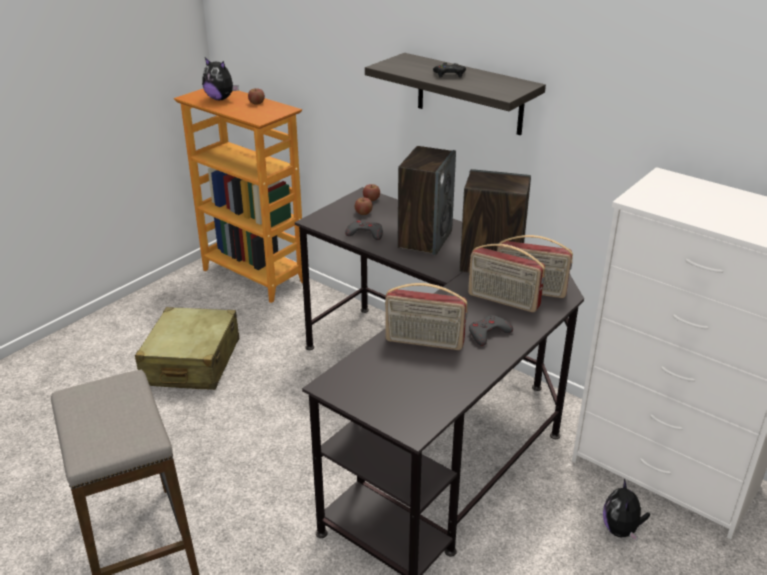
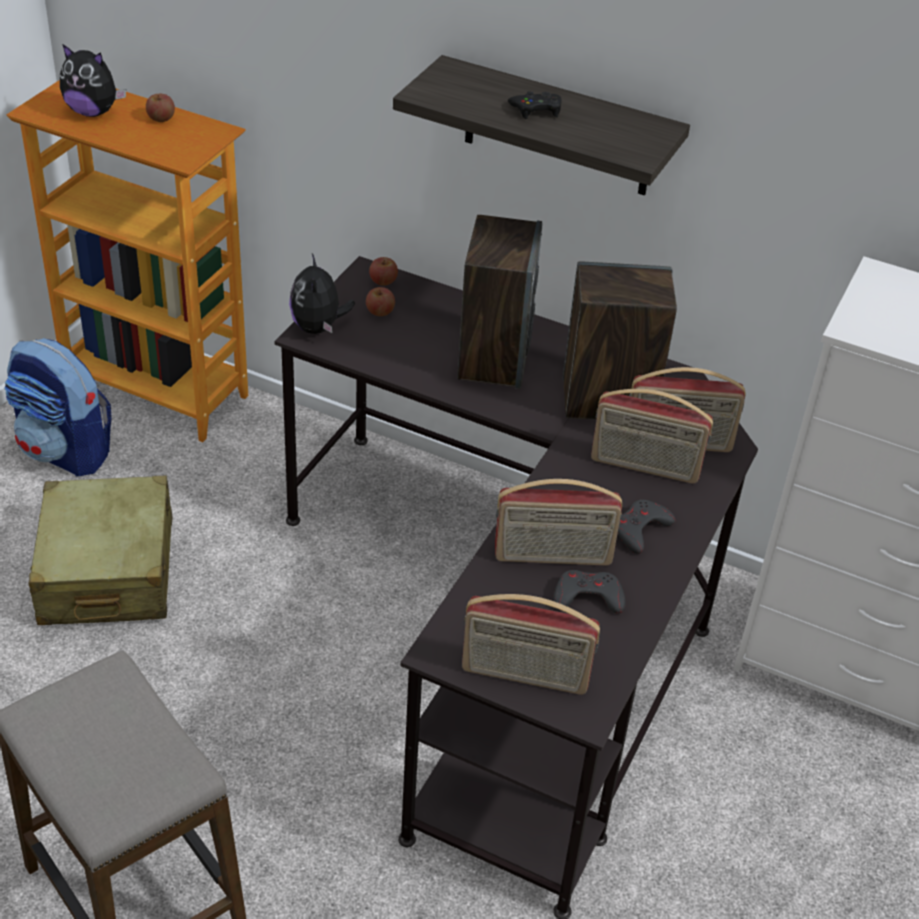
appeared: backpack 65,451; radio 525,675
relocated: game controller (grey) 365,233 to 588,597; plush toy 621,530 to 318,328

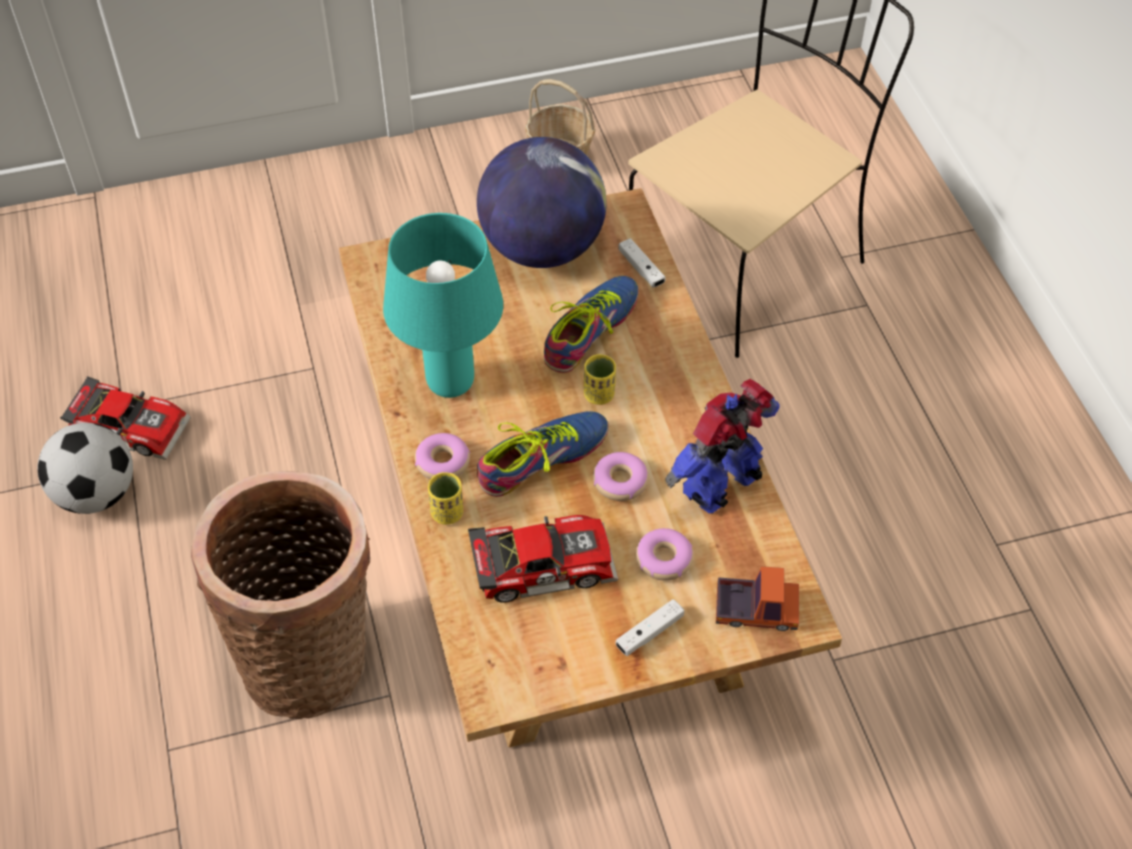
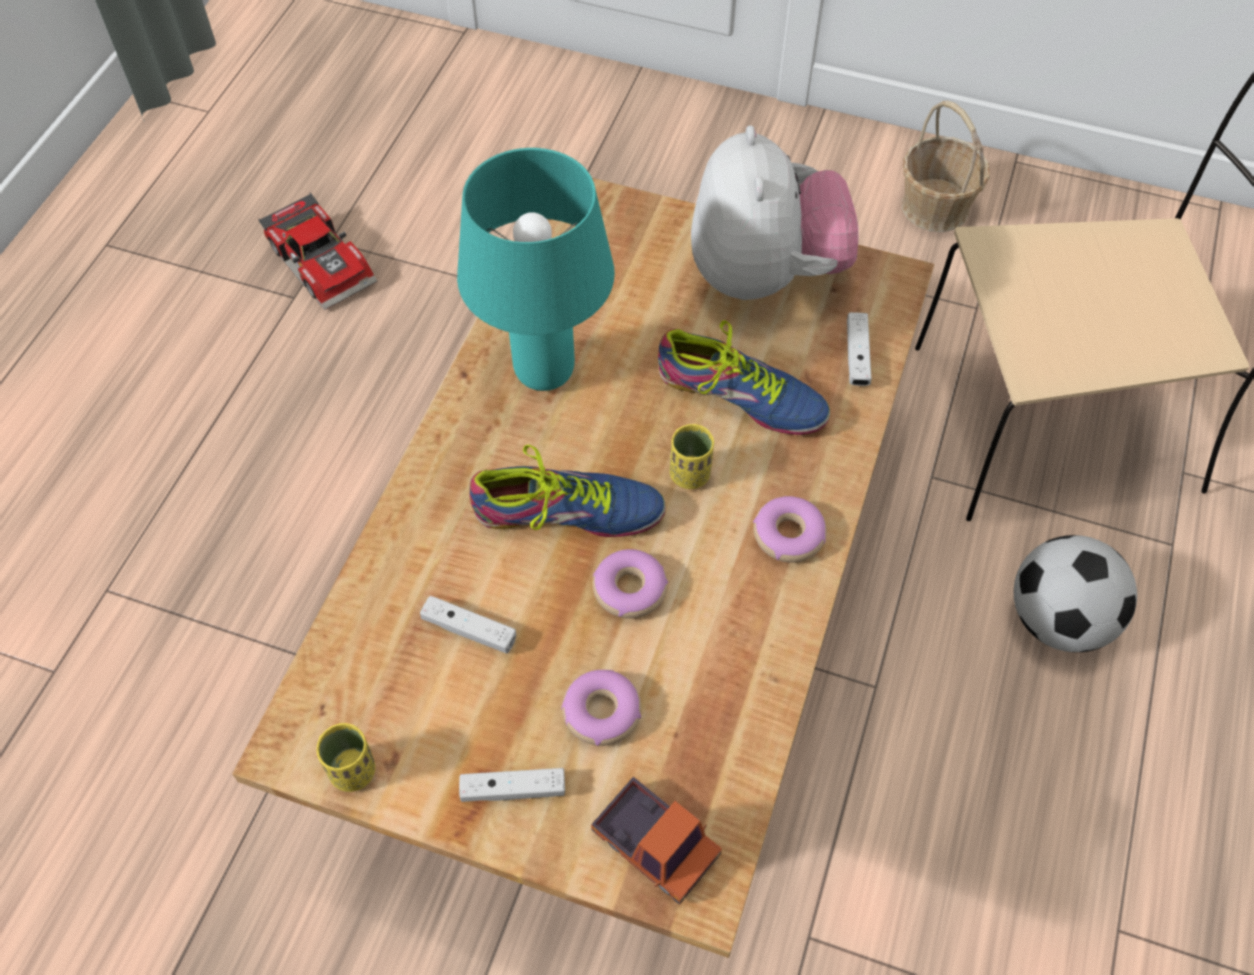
missing: basket 310,658; toy robot 723,485
relocated: football 96,494 to 1058,619; donut 442,462 to 788,535; cup (yellow) 447,513 to 353,771
exchanged: toy car 542,562 to game controller (white) 469,630; globe 542,248 to plush toy 764,275
spun: shoe 590,330 = 741,395 45 degrees clockwise

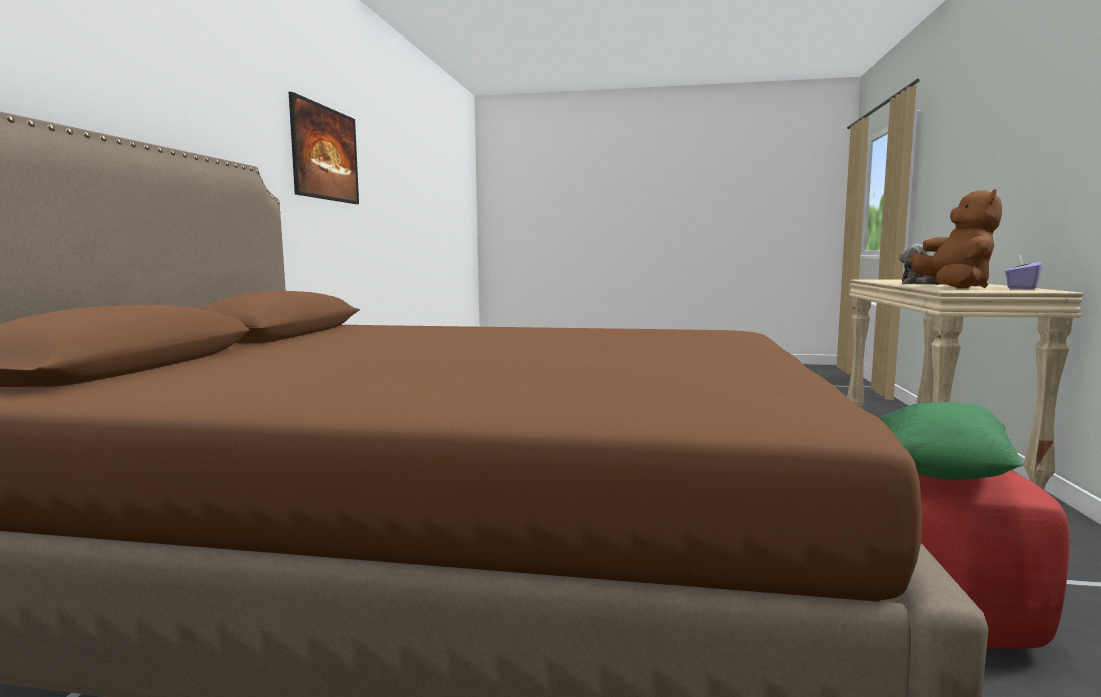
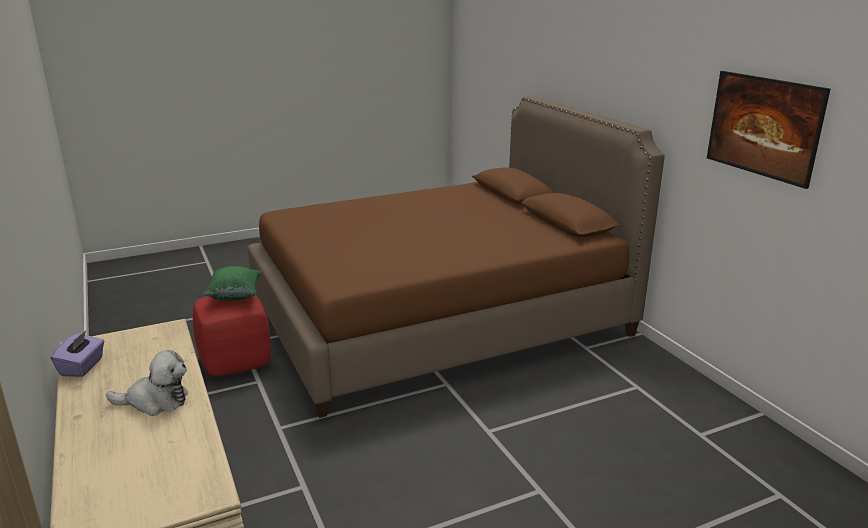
missing: plush toy (brown) 954,287

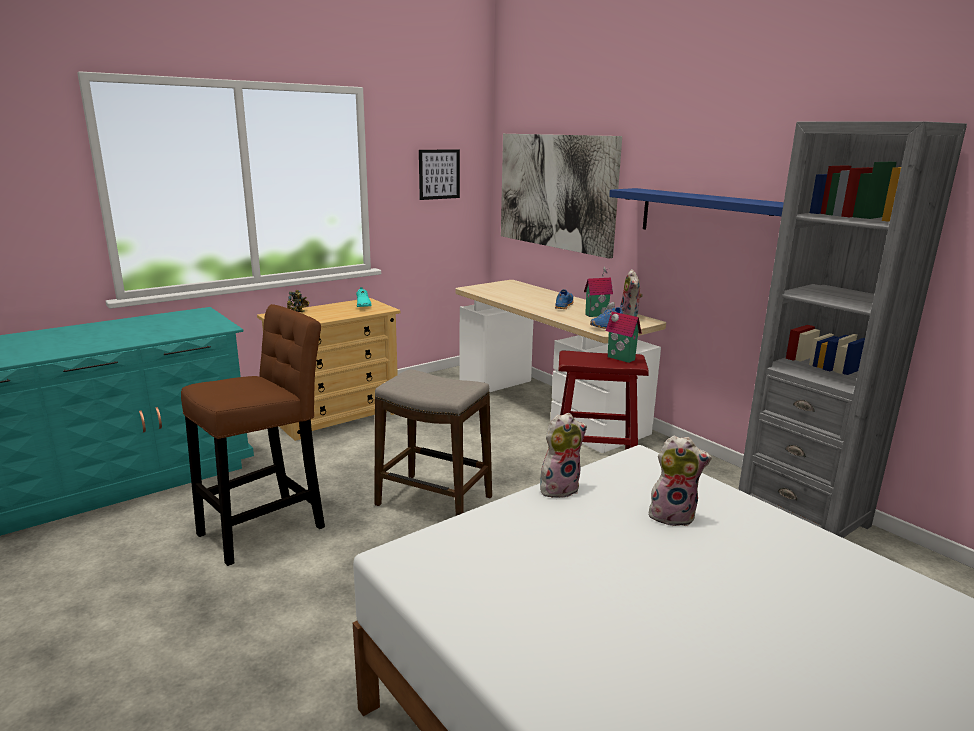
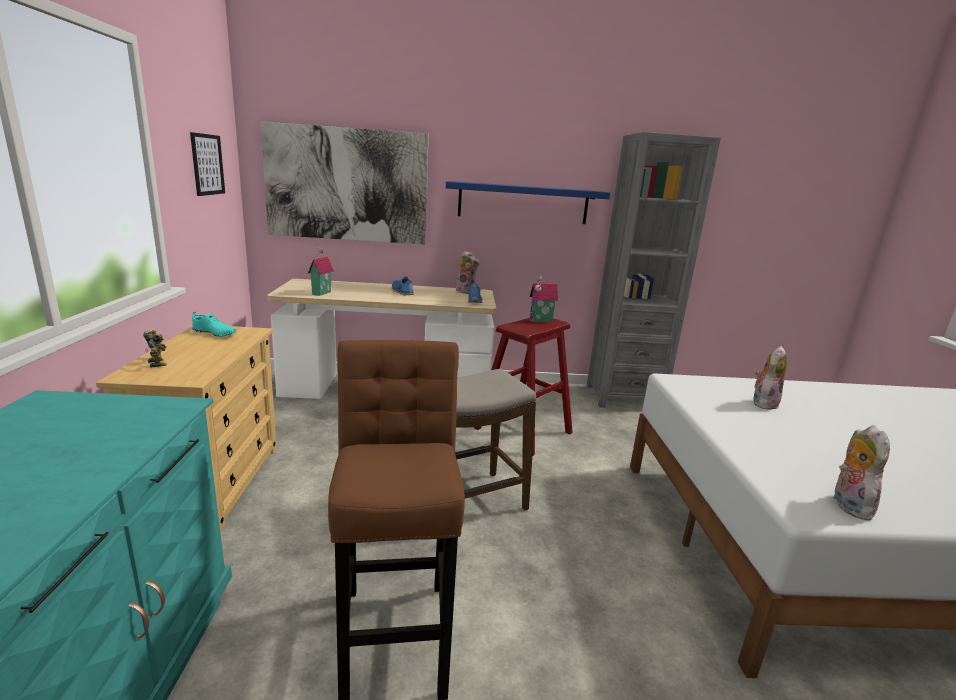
relocated: plush toy 559,488 to 847,505; toy house 596,314 to 320,293

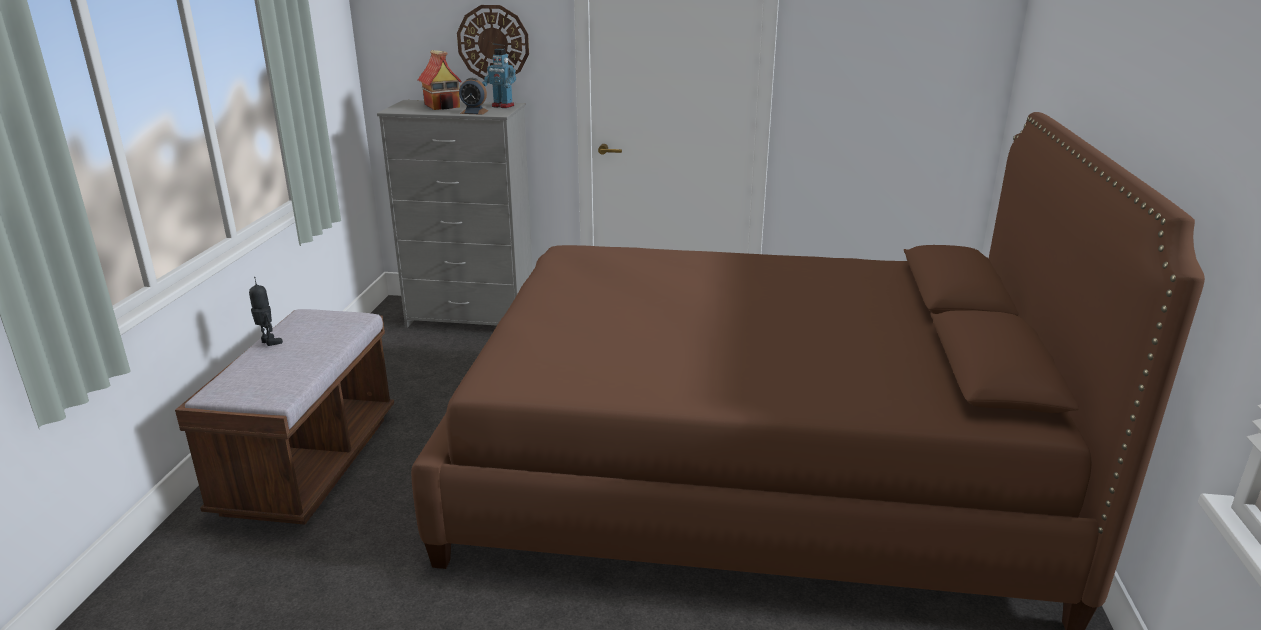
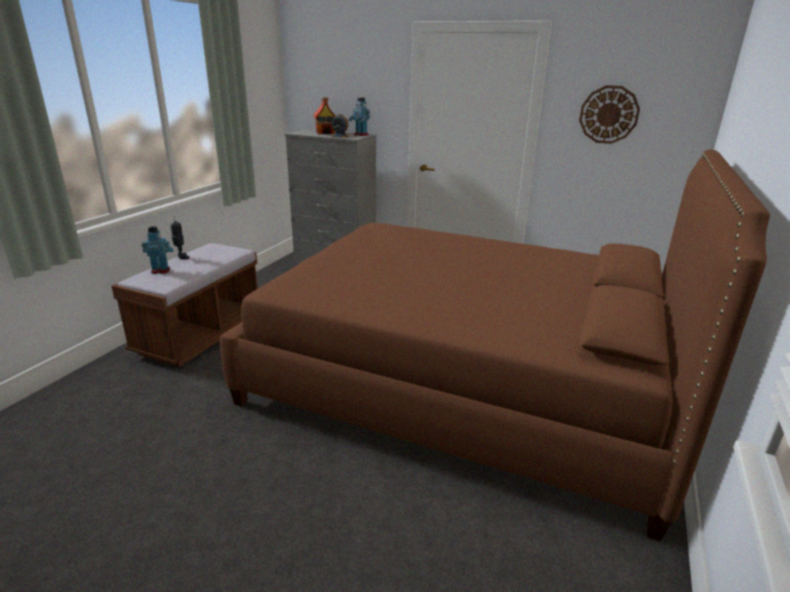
appeared: toy robot 161,270
relocated: wall clock 493,43 to 608,114

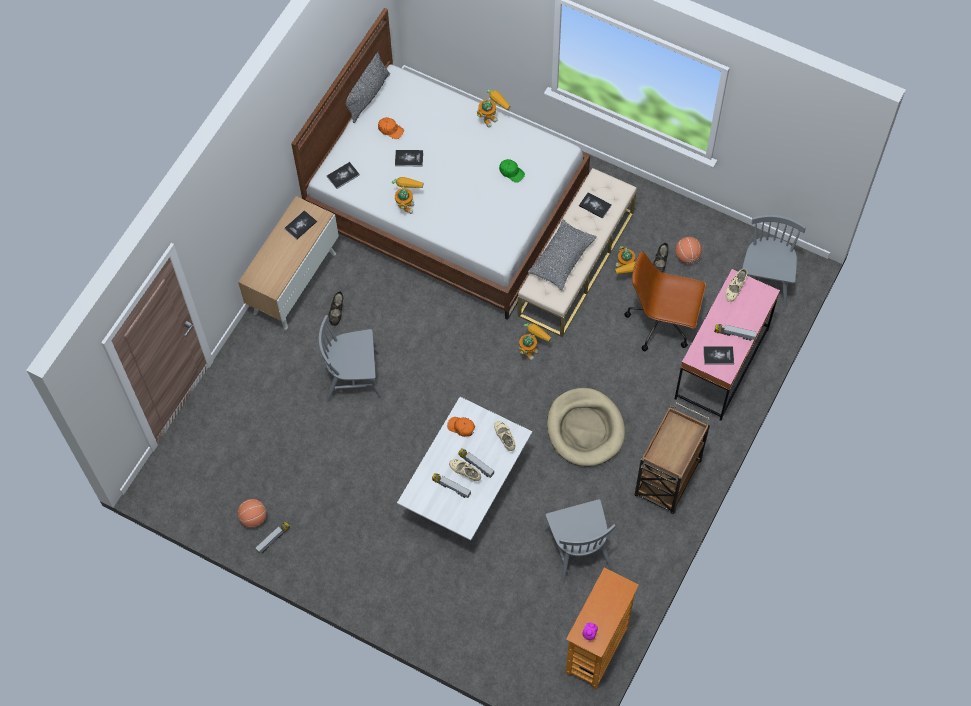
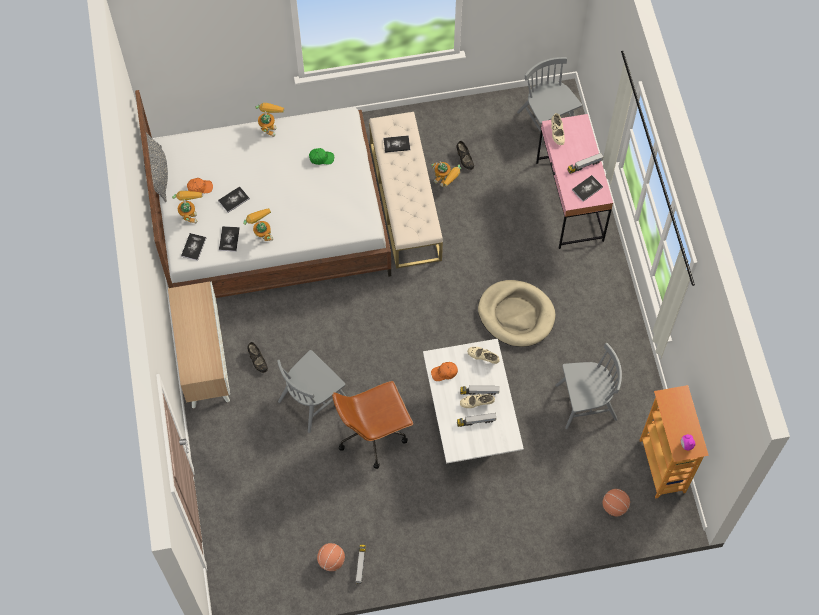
missing: pillow (grey) 562,259; cart (brown) 667,479
relocated: book 300,225 to 229,239; toy robot 532,348 to 189,214; office chair (brown) 662,323 to 373,434; basketball 687,256 to 614,506
spun: chair (grey) 578,548 = 585,403 45 degrees counterclockwise

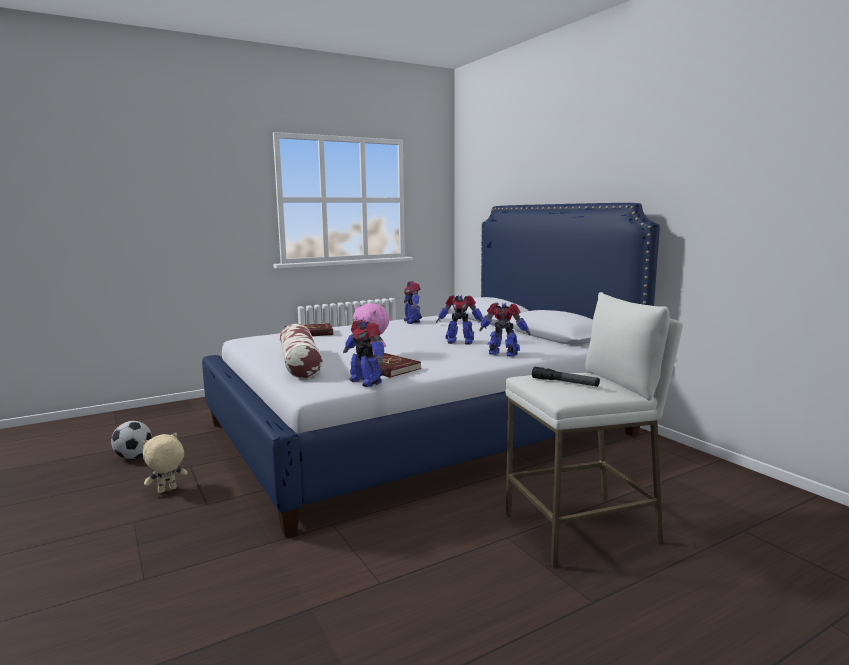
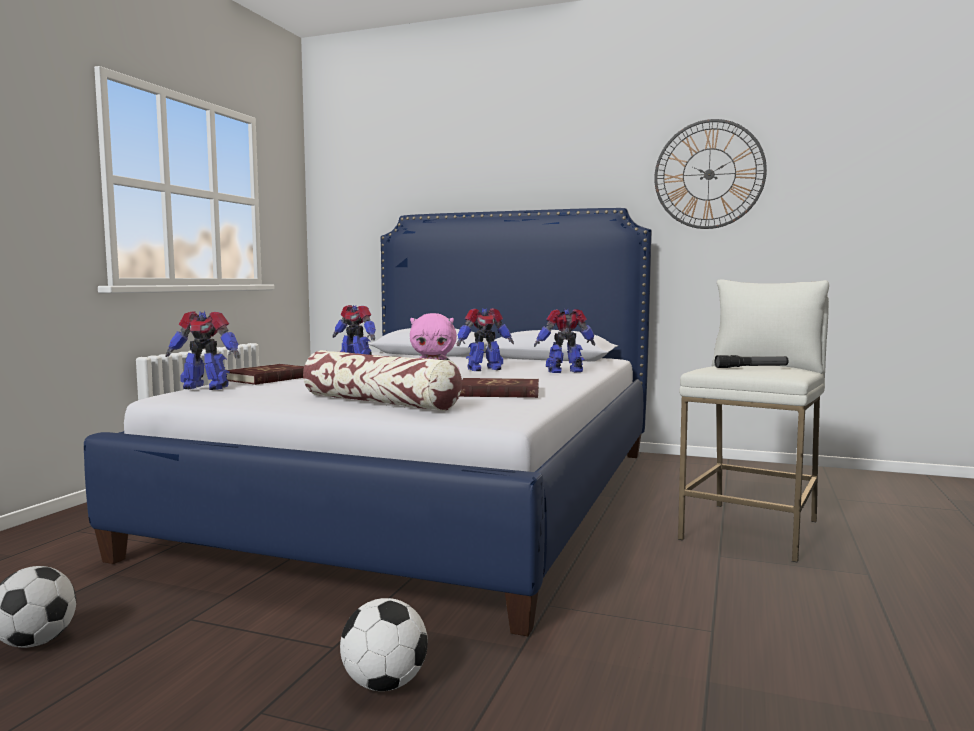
missing: plush toy (beige) 167,490
appeared: football 384,684; wall clock 709,174
relocated: toy robot 366,381 to 205,387

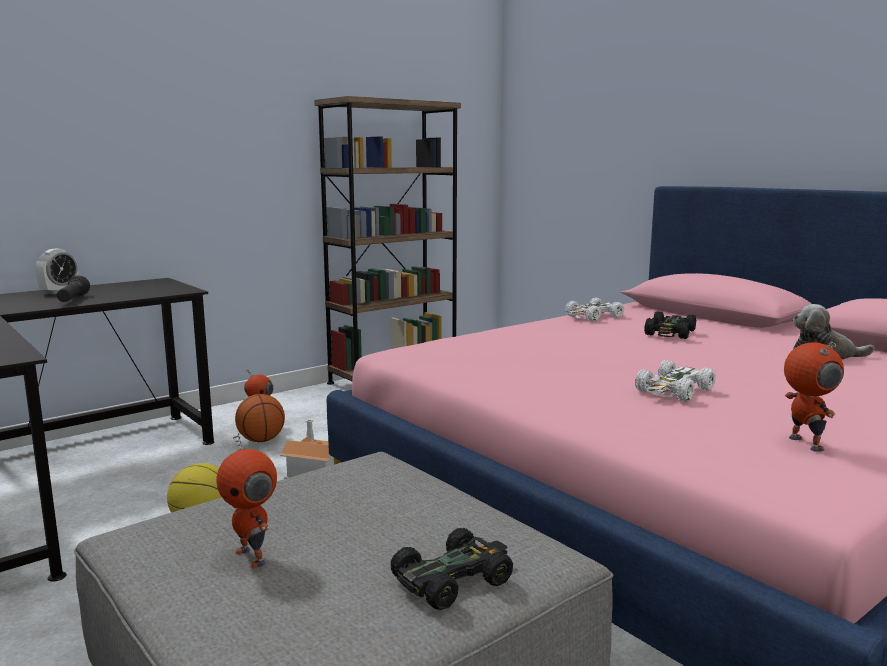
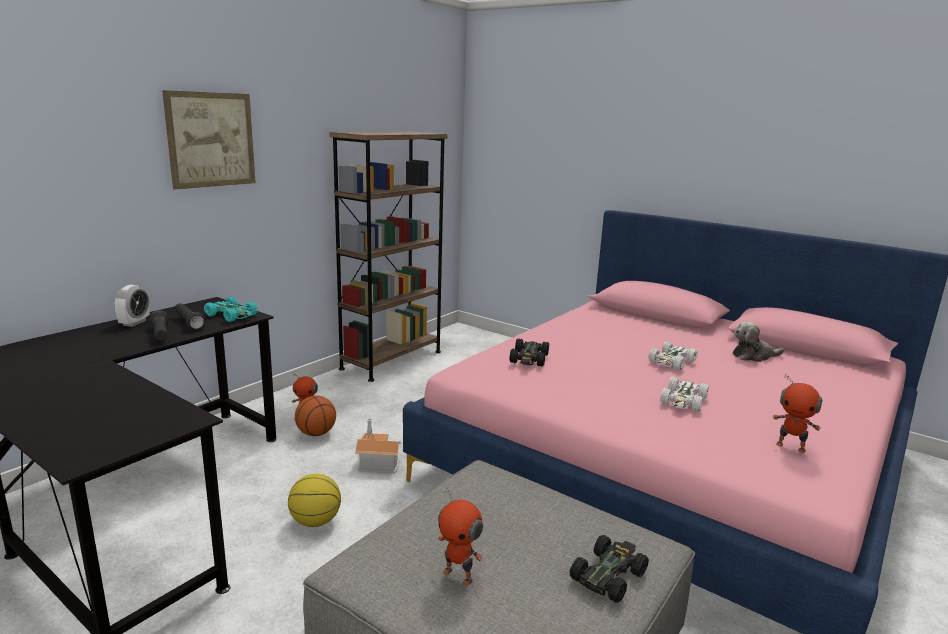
appeared: picture 211,140; flashlight (black) 189,323; toy car (turquoise) 232,315
relocated: toy car (white) 593,317 to 672,362; toy car (black) 670,333 to 529,359
spun: toy robot 803,444 = 791,446 150 degrees clockwise

